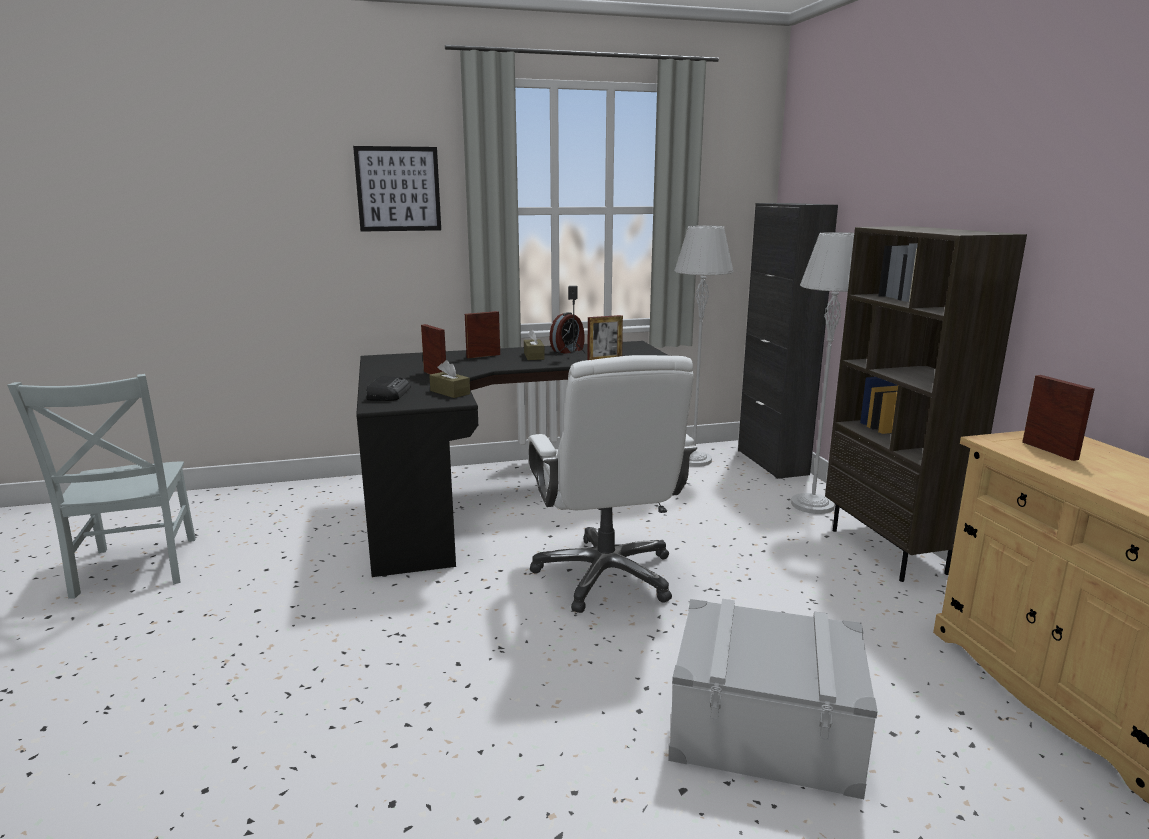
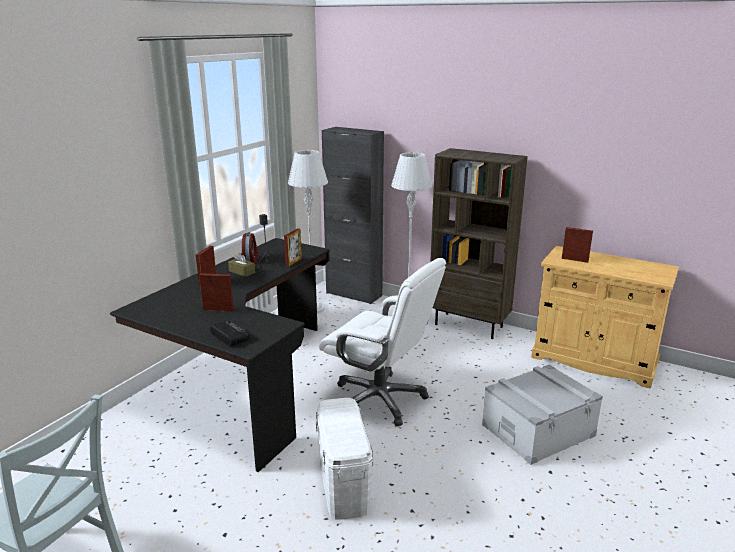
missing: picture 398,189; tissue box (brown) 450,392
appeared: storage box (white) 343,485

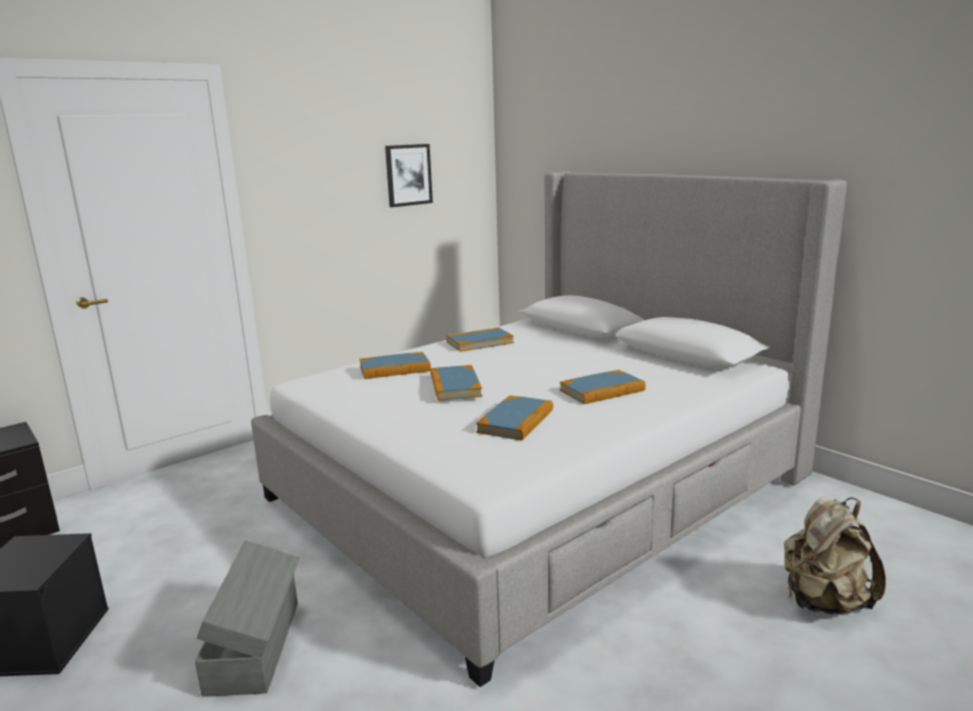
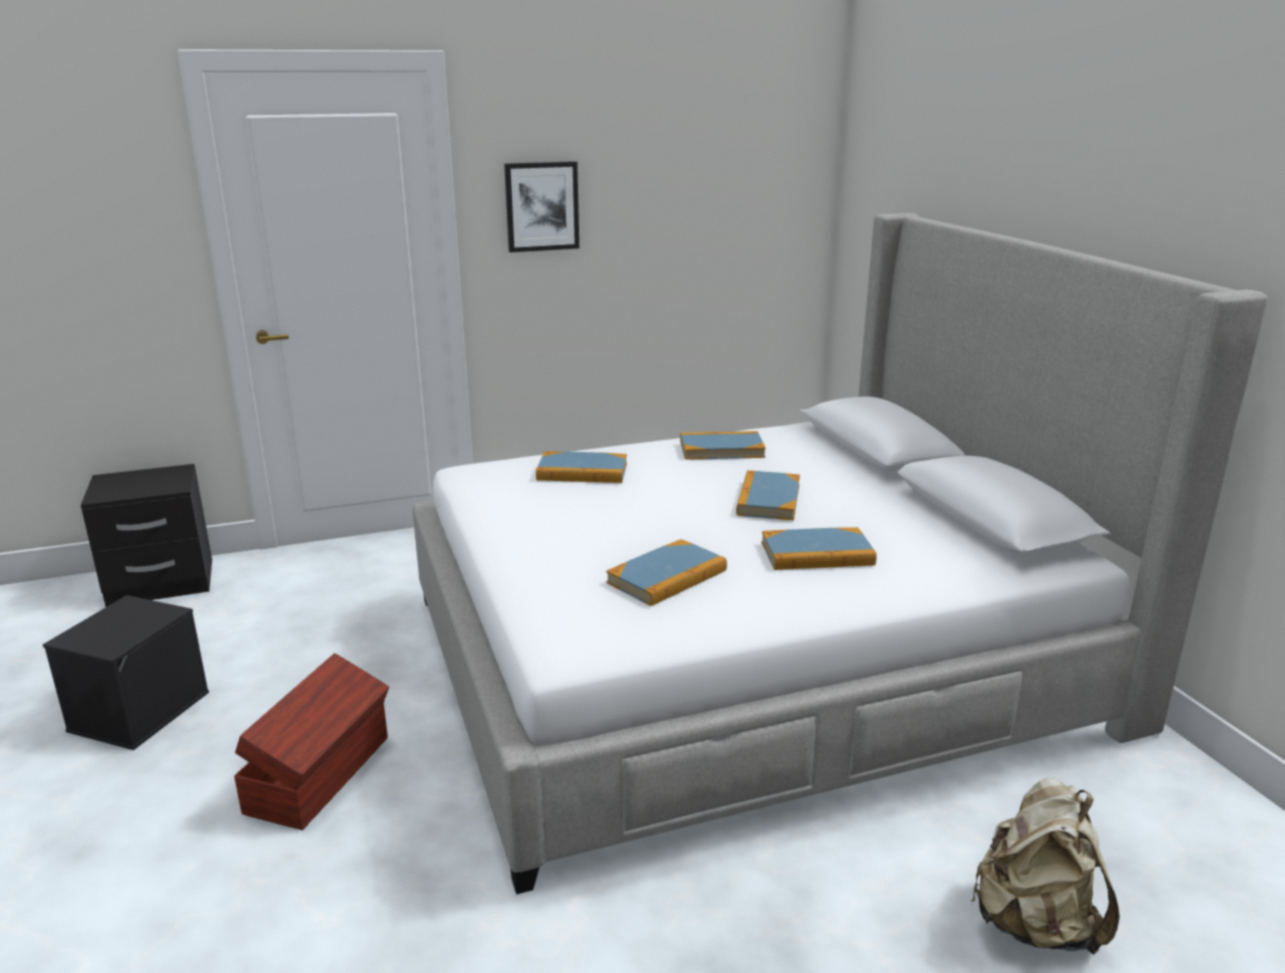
relocated: picture 408,175 to 542,206; book 455,386 to 768,499
colour: storage box (grey) 256,645 to storage box (brown) 321,774

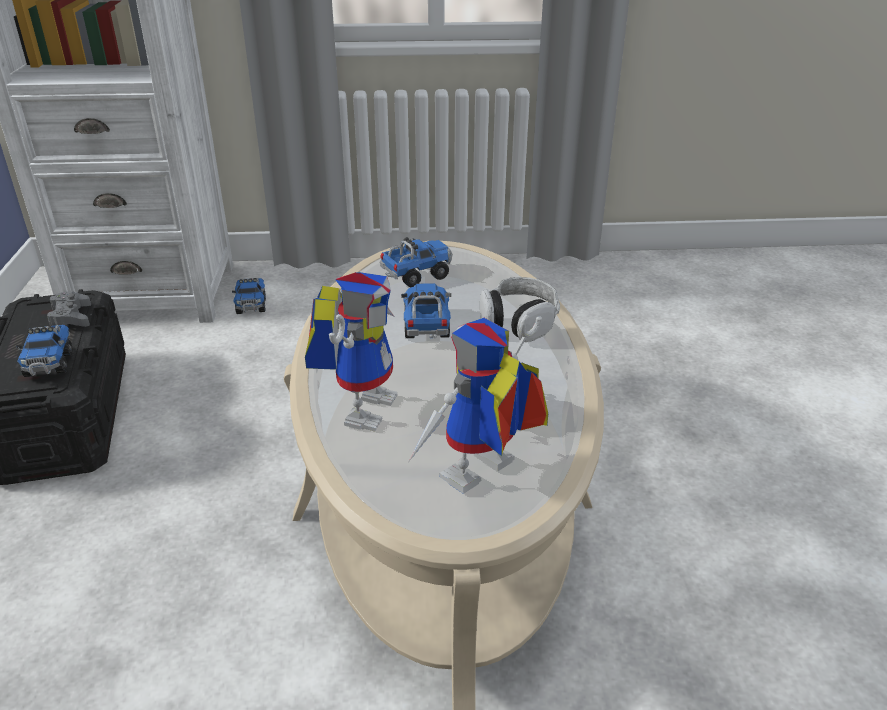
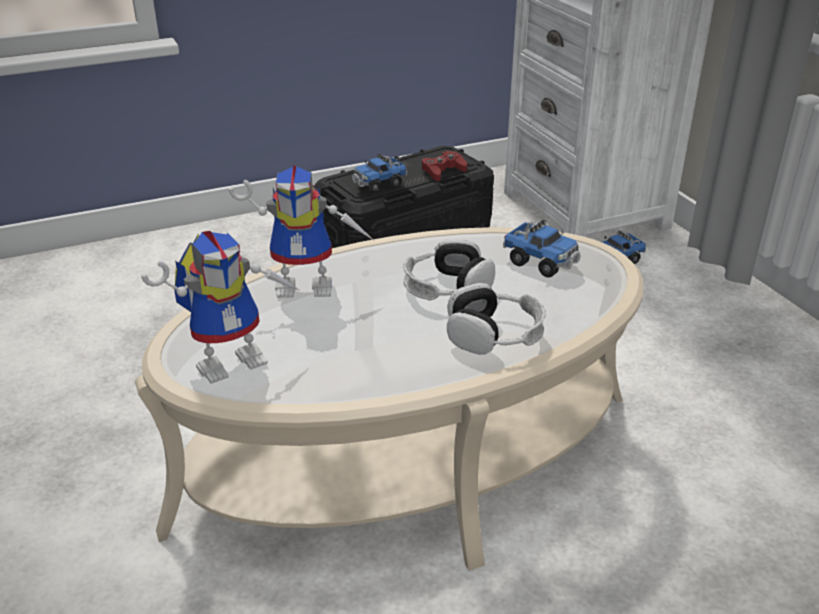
exchanged: toy truck 426,328 to headphones 447,288
colour: game controller (grey) 71,317 to game controller (red) 443,171
spun: toy robot 481,479 = 233,358 120 degrees clockwise

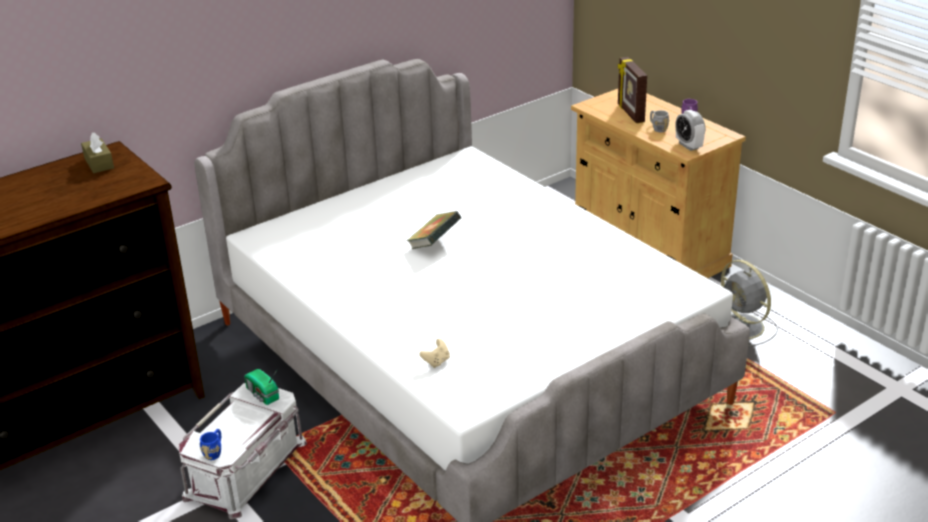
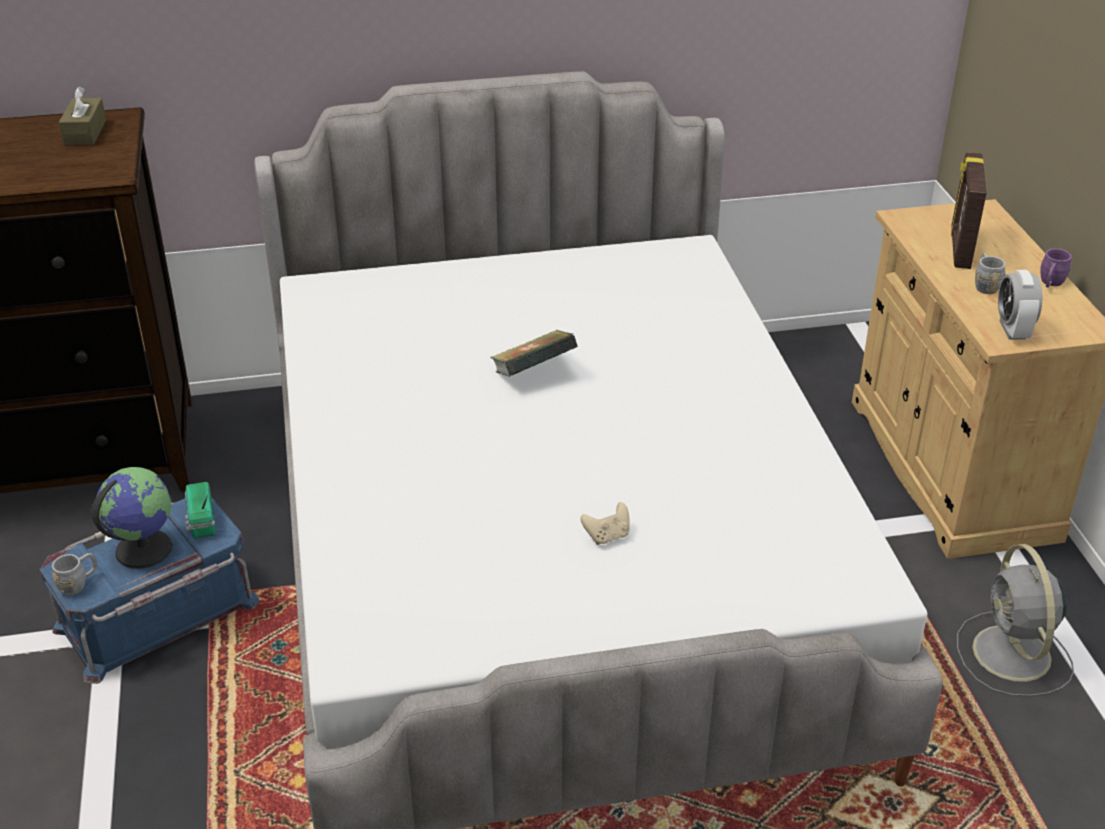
appeared: globe 143,548
relocated: game controller (beige) 436,362 to 607,536
colour: storage box (white) 247,470 to storage box (blue) 158,617; mug (blue) 214,452 to mug (grey) 79,583

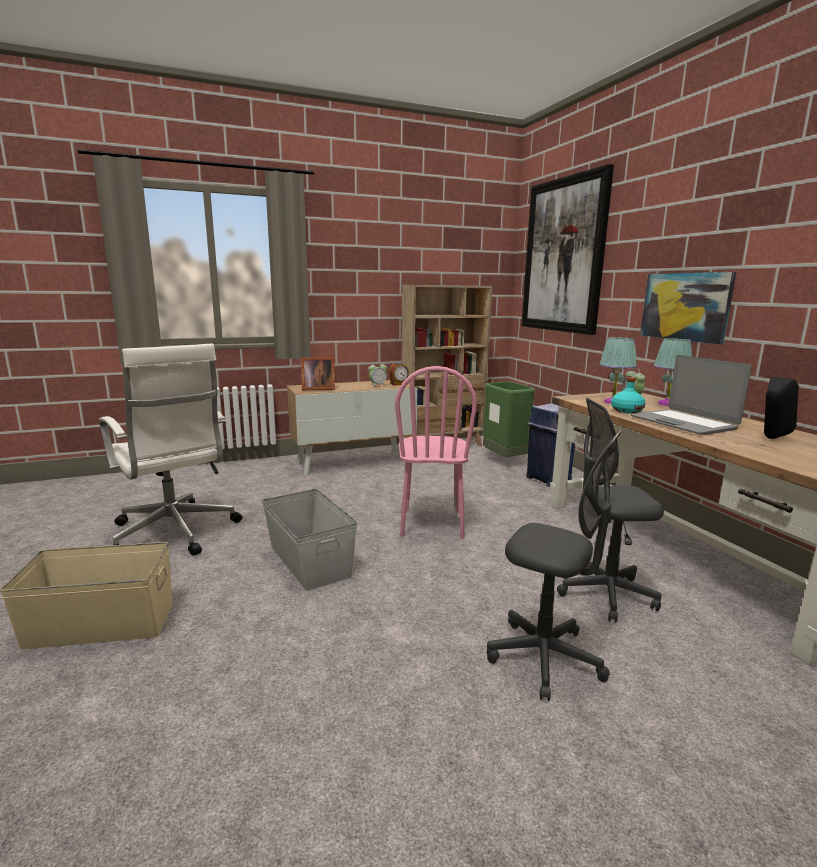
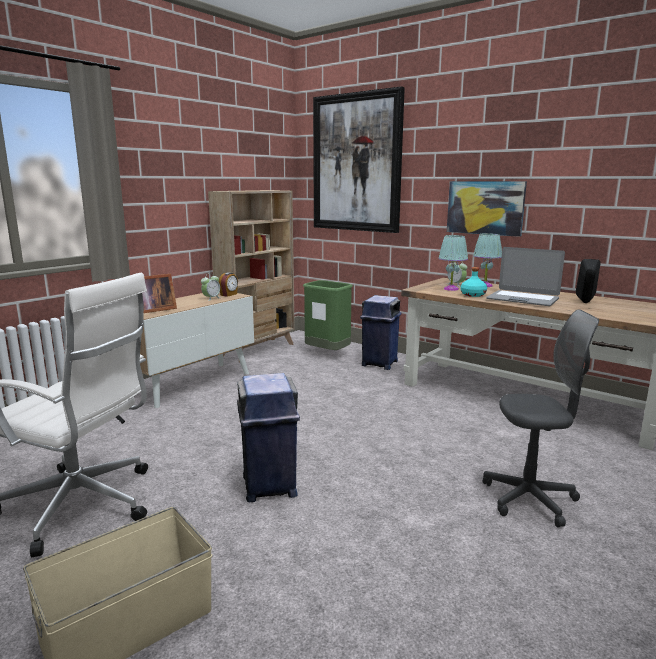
missing: chair (pink) 432,523; office chair (grey) 606,594
exchanged: storage box (grey) 310,560 to trash can (blue) 269,487

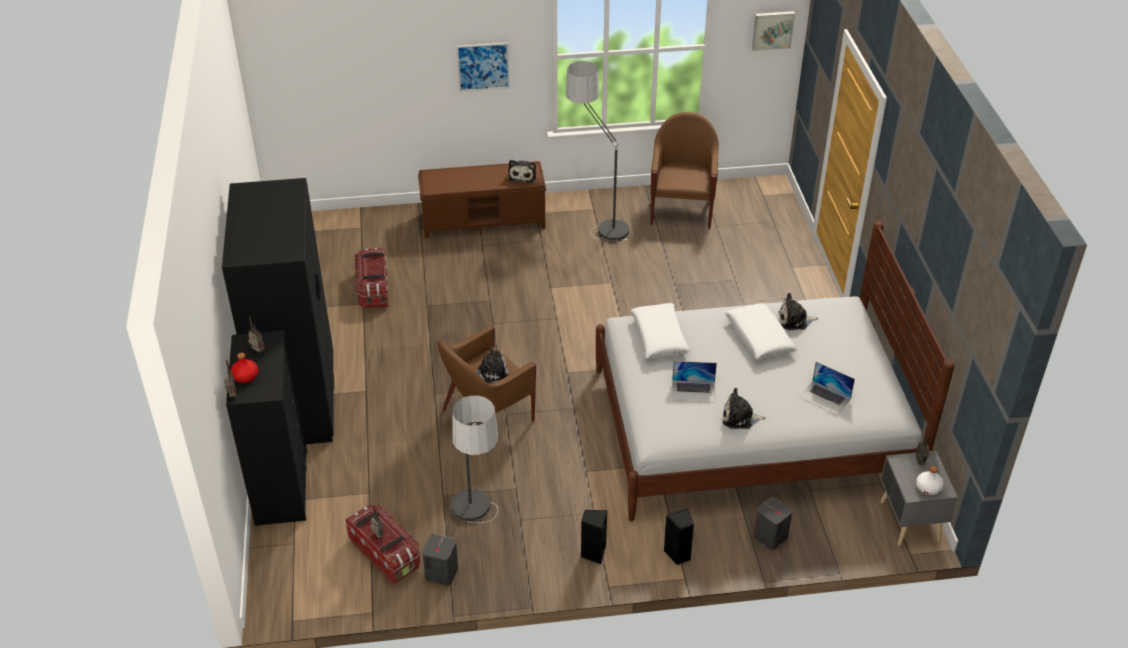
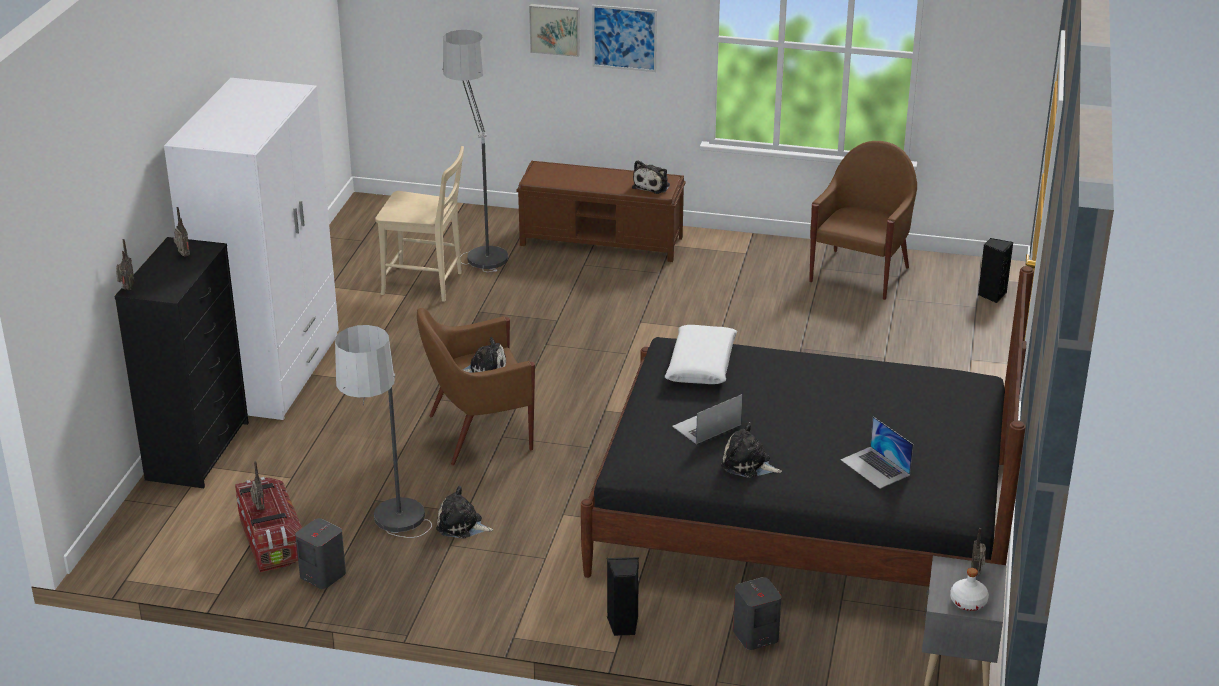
missing: bottle (red) 245,376; pillow (white) 759,337
relocated: floor lamp 596,220 to 478,245; speaker (black) 593,553 to 991,295; picture 772,30 to 555,29; plush toy 795,320 to 461,526
exchanged: storage box 373,289 to chair (beige) 426,284
colour: wardrobe (black) 300,400 to wardrobe (white) 273,372; bed (white) 749,428 to bed (black) 802,516
spun: laptop 693,391 = 706,425 120 degrees clockwise

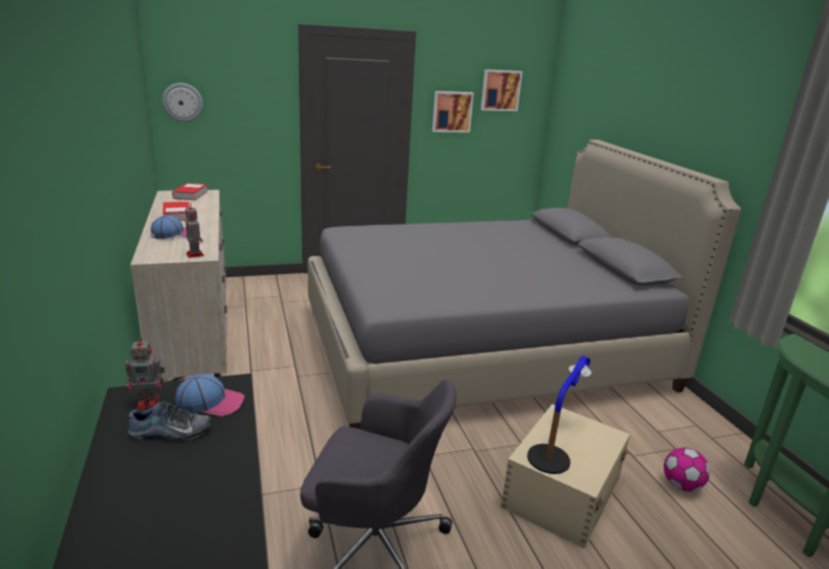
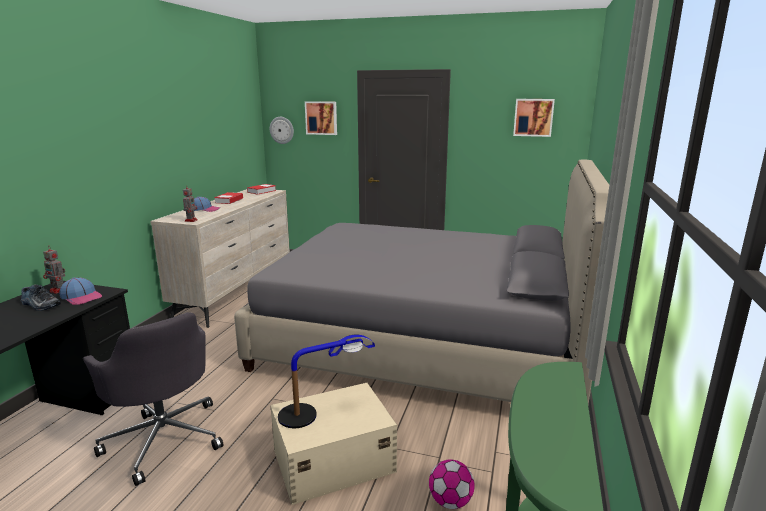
relocated: picture 451,111 to 321,118

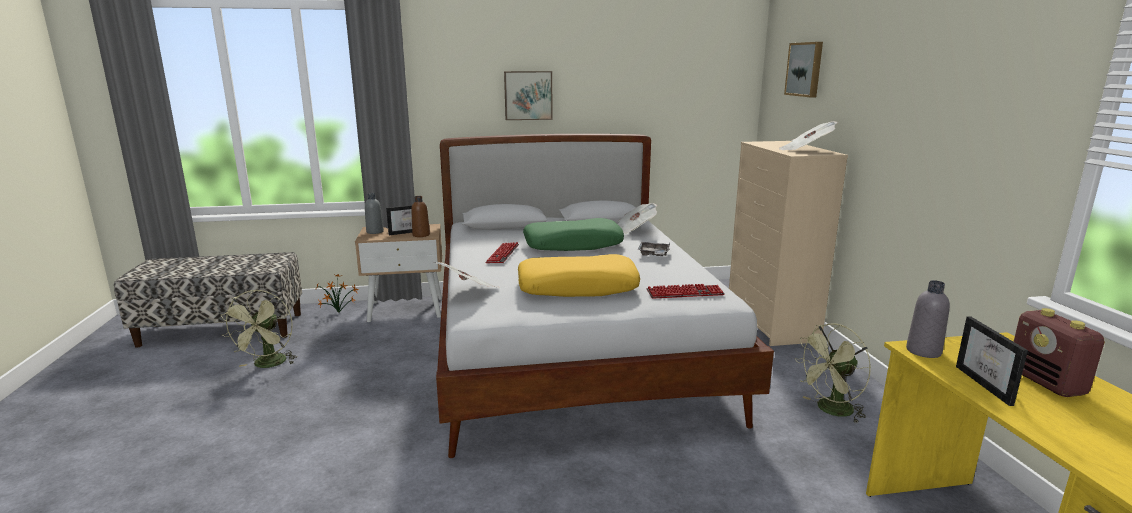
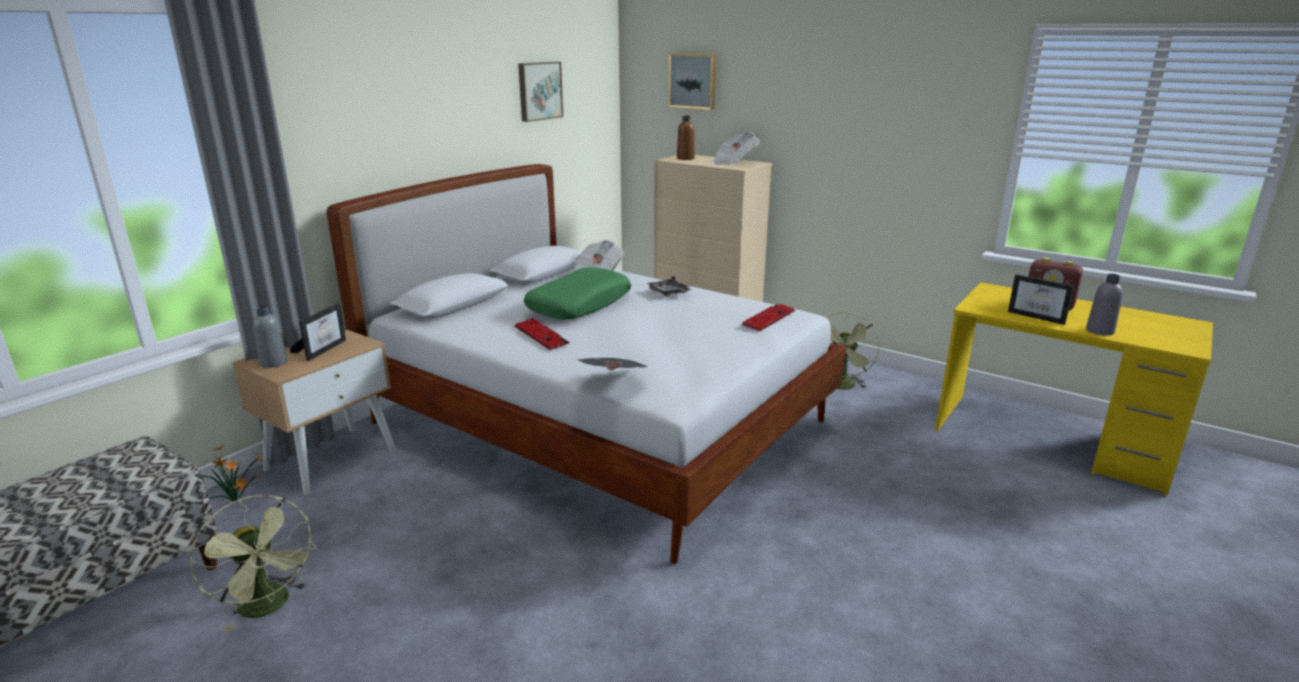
missing: pillow (yellow) 578,287
relocated: bottle (brown) 421,235 to 685,158; picture 528,95 to 539,91; bottle (grey) 923,351 to 1099,331

